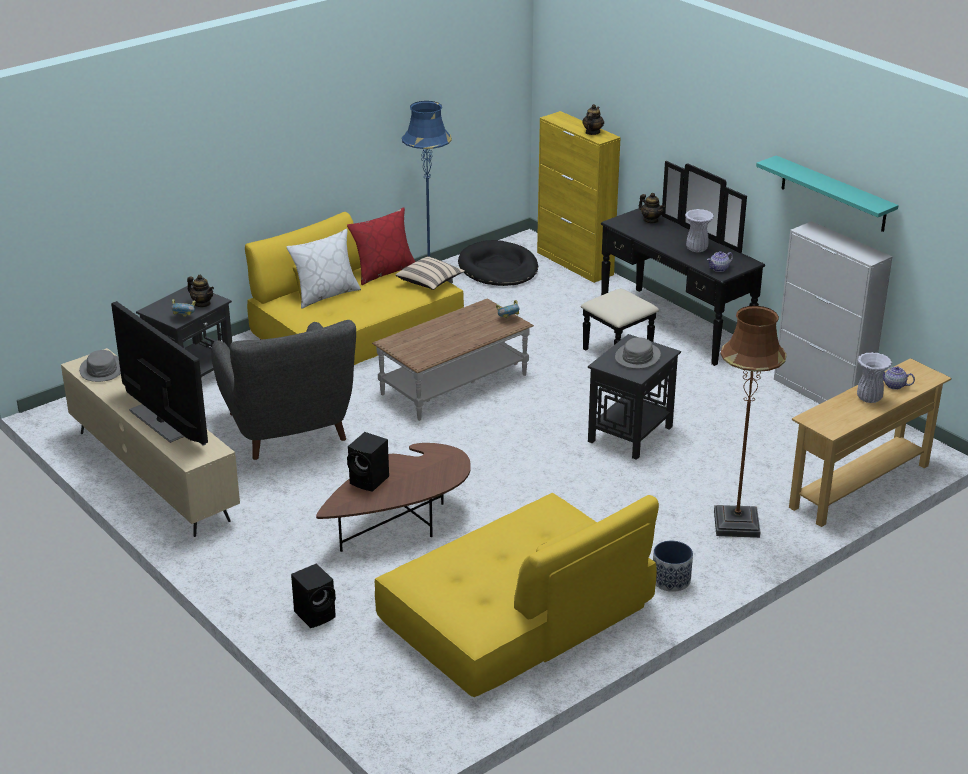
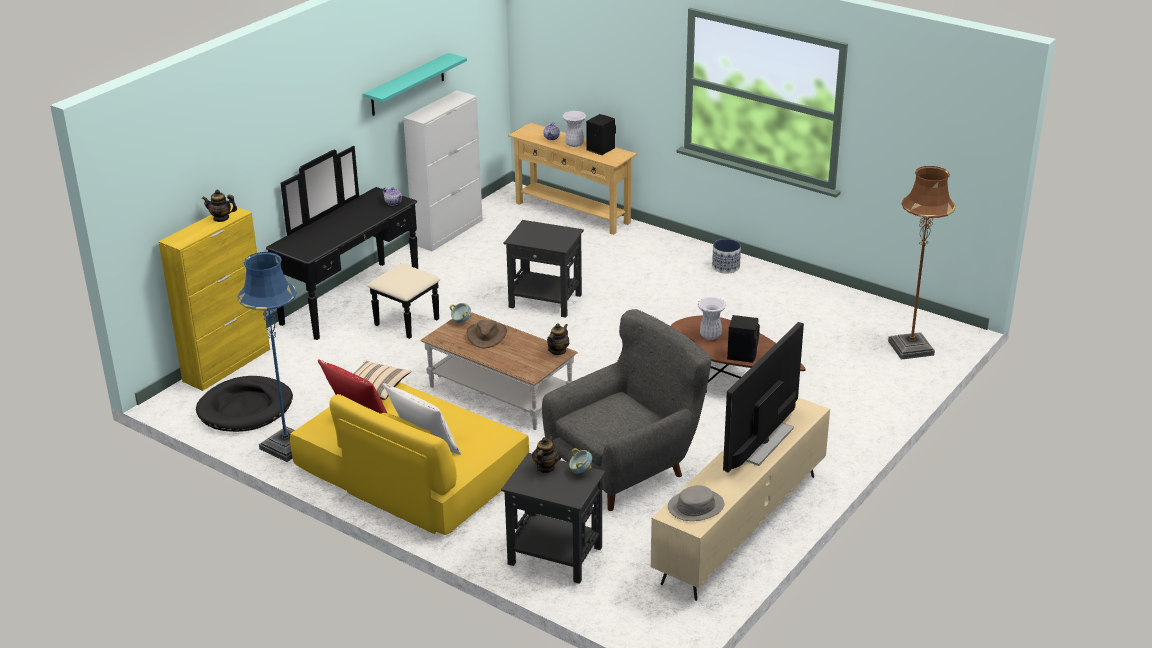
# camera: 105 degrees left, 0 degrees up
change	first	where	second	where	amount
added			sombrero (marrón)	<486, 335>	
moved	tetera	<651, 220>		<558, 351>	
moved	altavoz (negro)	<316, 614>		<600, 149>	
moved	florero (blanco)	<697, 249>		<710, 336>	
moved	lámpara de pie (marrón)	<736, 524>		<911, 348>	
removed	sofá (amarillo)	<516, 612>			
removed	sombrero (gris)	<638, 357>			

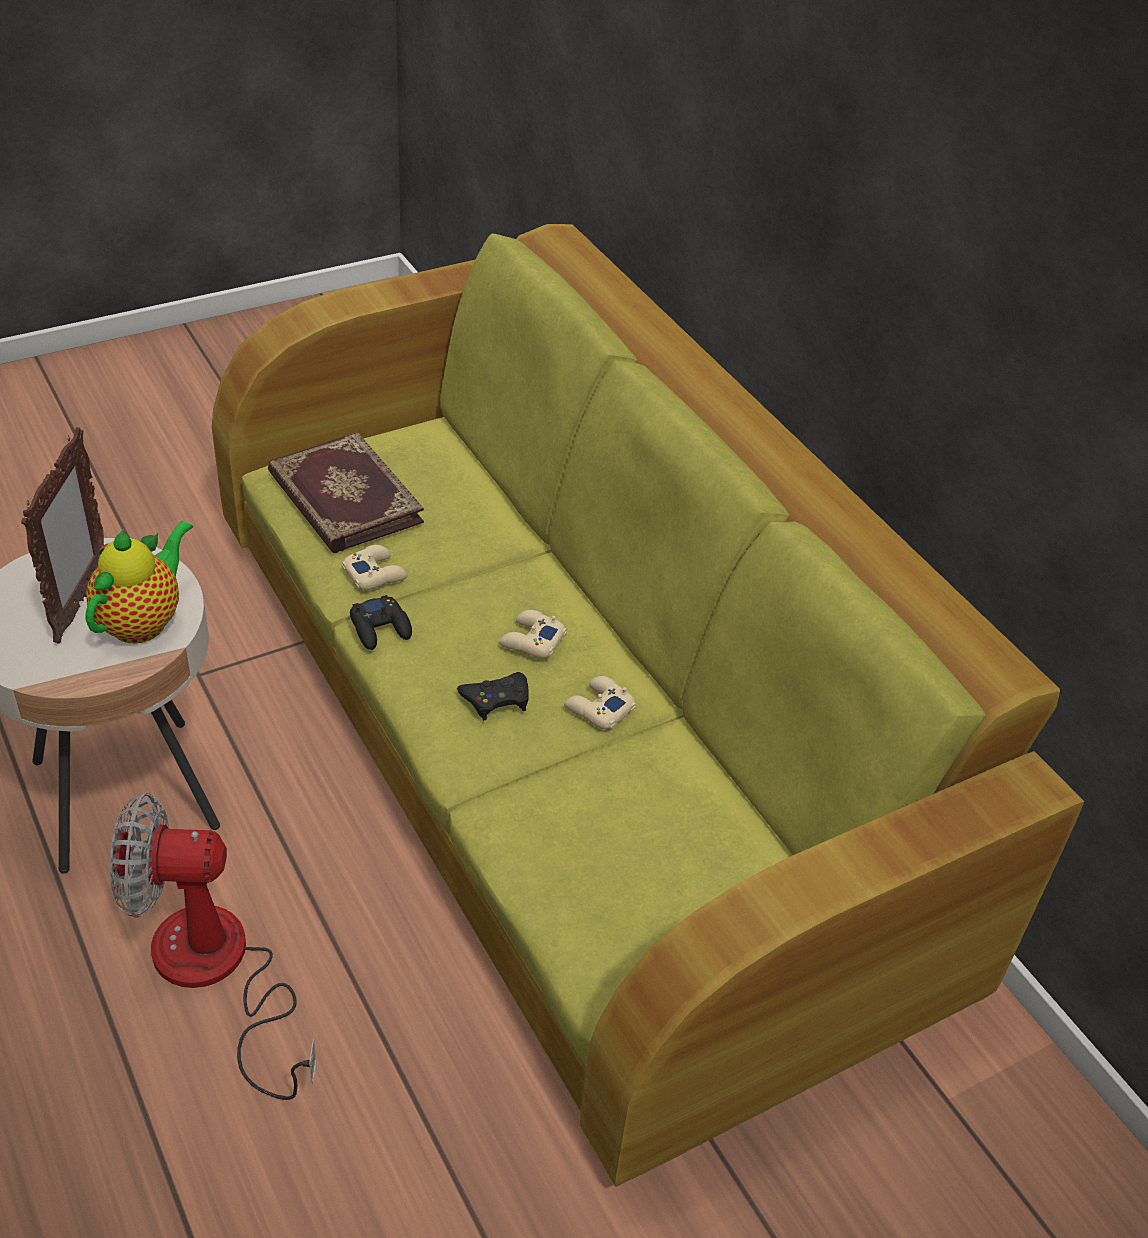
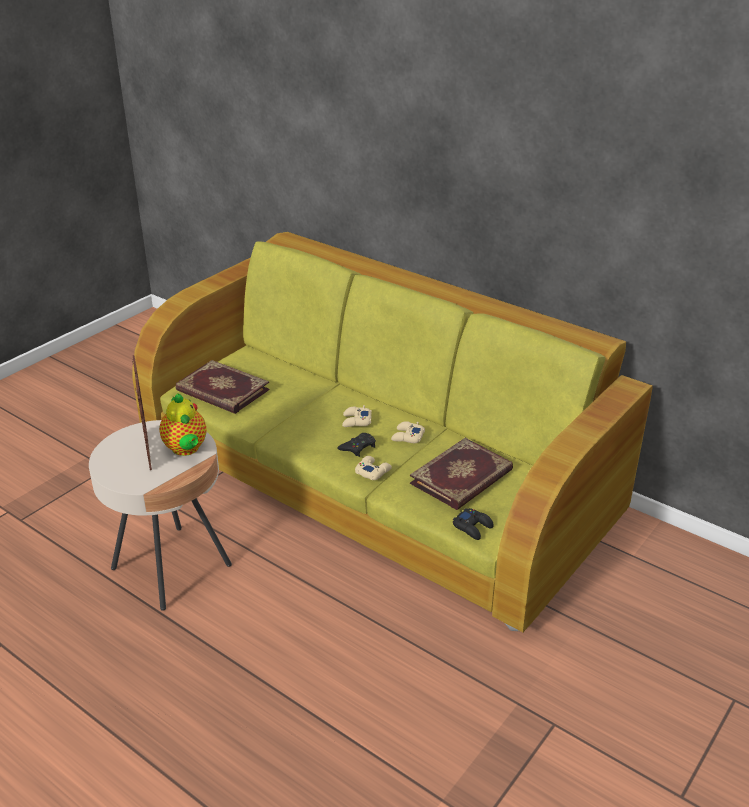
# camera: 20 degrees left, 10 degrees down
change	first	where	second	where	amount
turned	tetera	<143, 621>		<186, 449>	150 degrees clockwise
moved	mando de consola (beis)	<375, 573>		<372, 471>	
added			libro	<462, 477>	
moved	mando de consola (negro)	<381, 628>		<473, 527>	
removed	ventilador	<216, 974>			

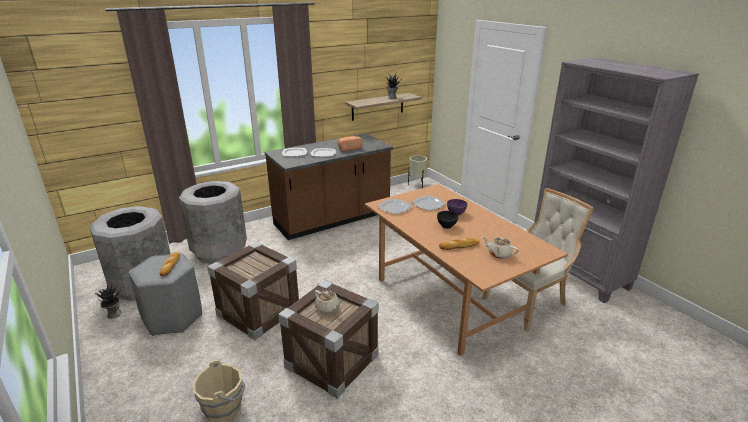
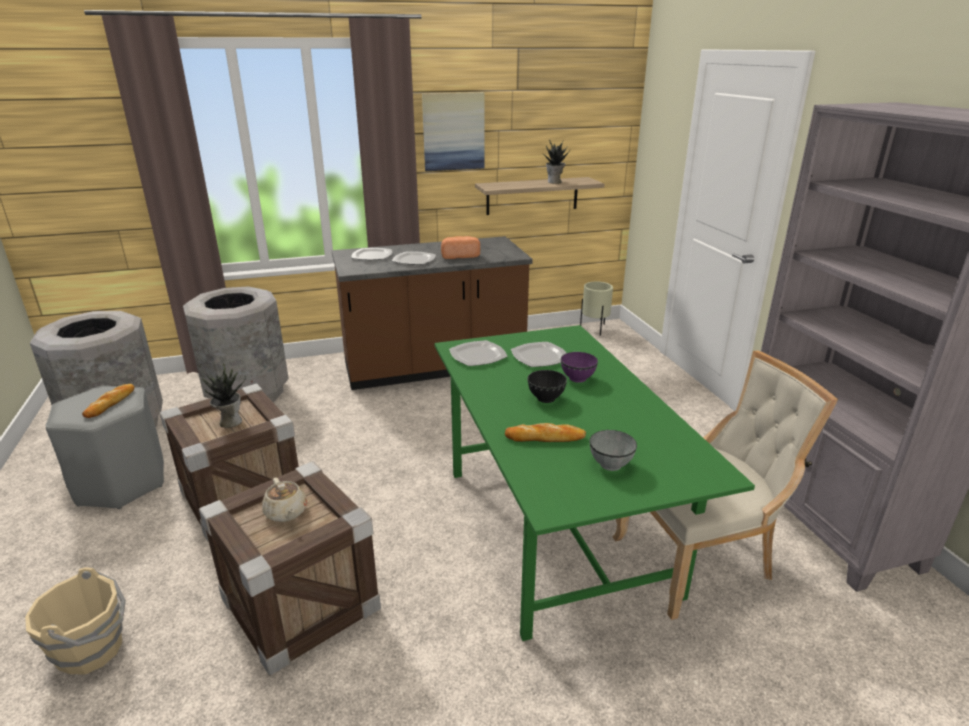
# camera: 15 degrees right, 0 degrees up
change	first	where	second	where	amount
moved	planta en maceta	<113, 314>		<229, 422>	
added			cuadro	<453, 131>	
recoloured	mesa de comedor (marrón)	<448, 299>	mesa de comedor (verde)	<553, 528>	
replaced	tetera (beis)	<499, 254>	cuenco (gris)	<611, 464>	

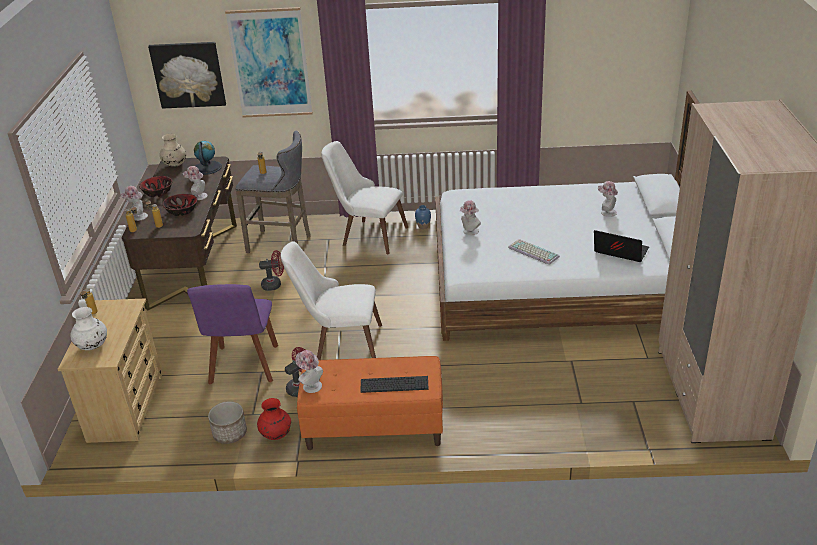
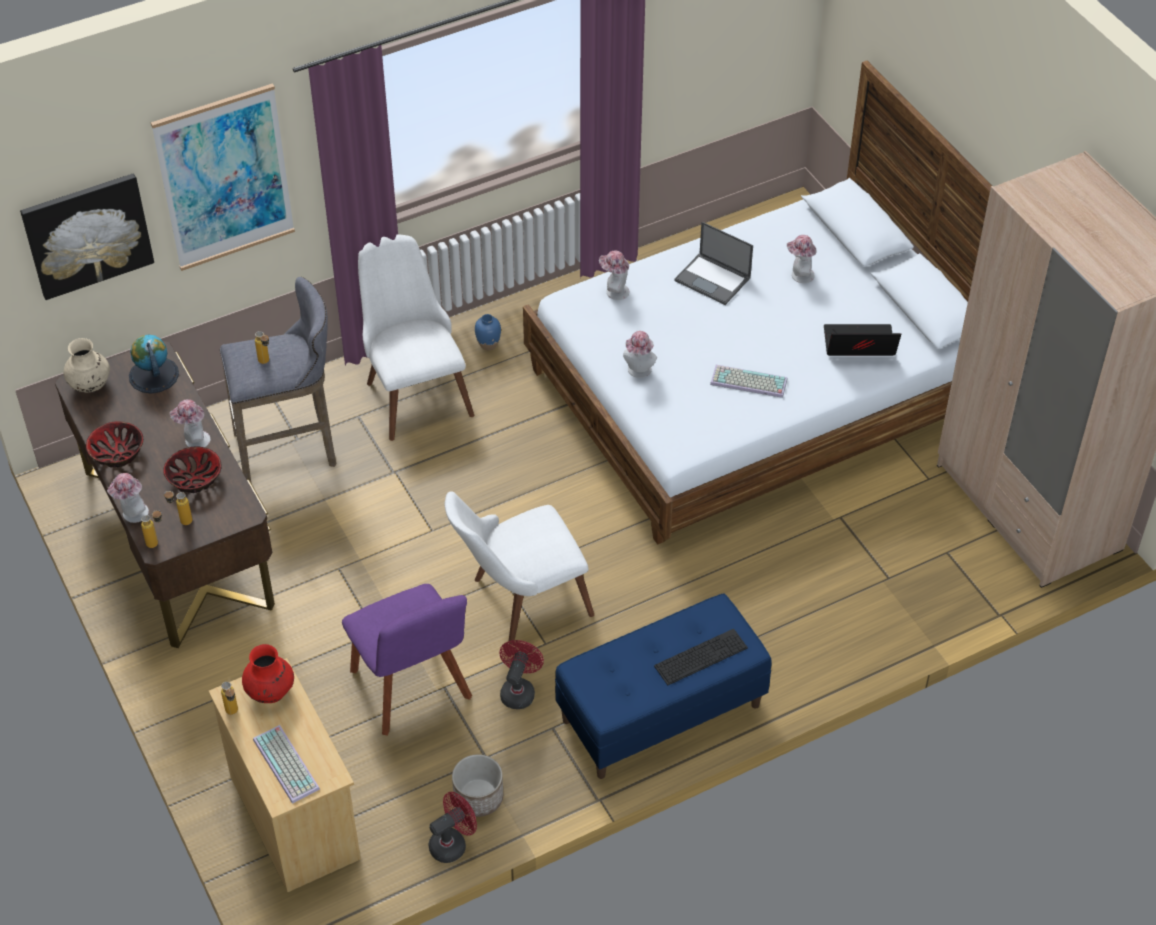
# camera: 30 degrees left, 15 degrees up
change	first	where	second	where	amount
moved	florero (rojo)	<276, 435>		<270, 692>	
replaced	florero (blanco)	<93, 346>	teclado	<288, 764>	
turned	silla (blanco)	<367, 235>		<413, 389>	75 degrees clockwise
moved	ventilador (rojo)	<275, 285>		<452, 843>	
recoloured	banco (naranja)	<373, 428>	banco (azul)	<661, 714>	
moved	sombrero	<310, 385>		<614, 291>	
added			portátil	<713, 279>	

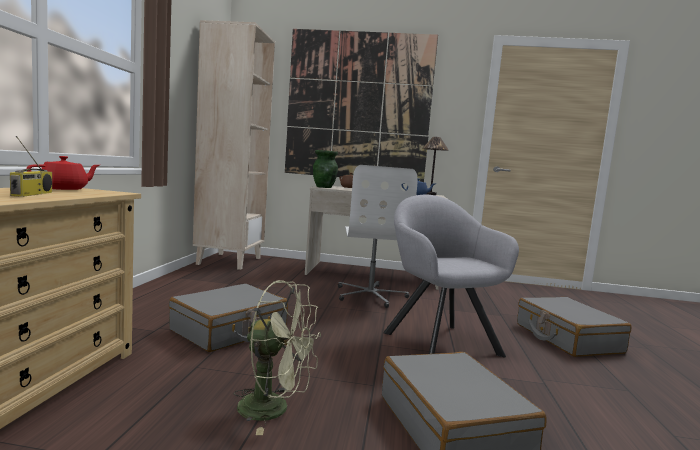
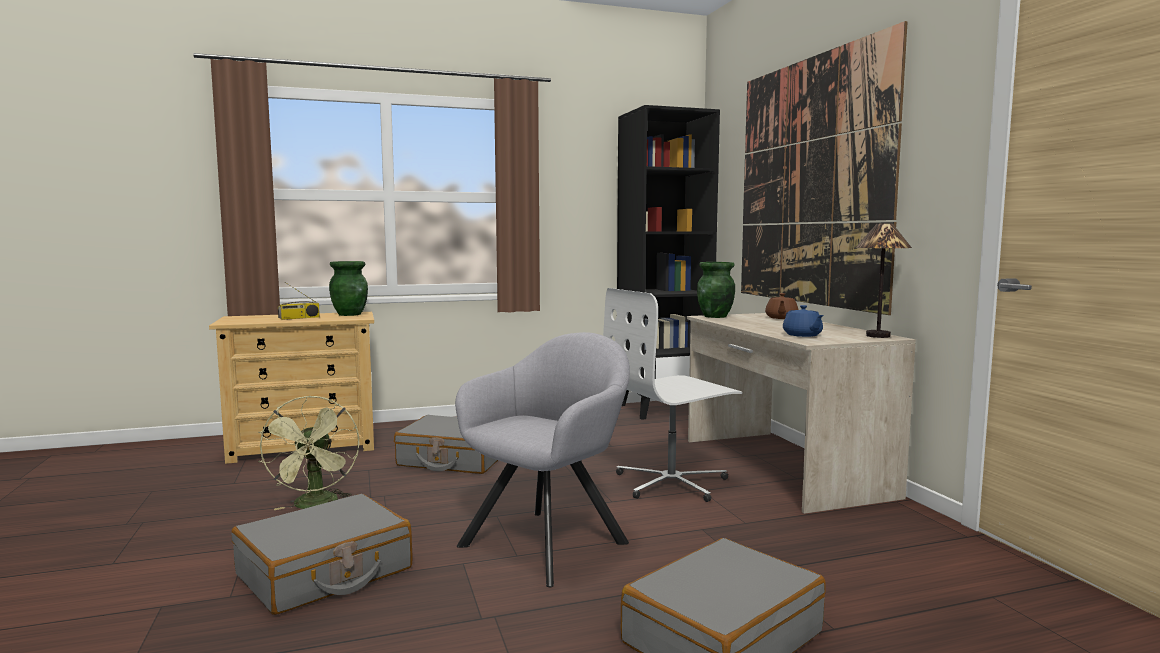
# camera: 65 degrees right, 0 degrees up
change	first	where	second	where	amount
replaced	tetera (rojo)	<65, 189>	florero (verde)	<350, 314>	
recoloured	estantería (beis)	<229, 261>	estantería (negro)	<663, 409>	

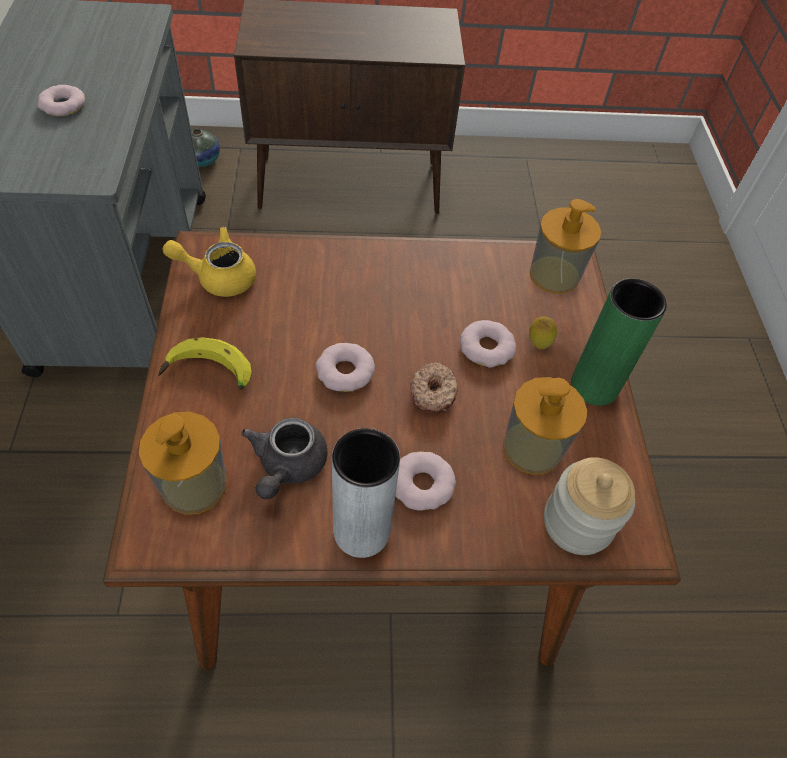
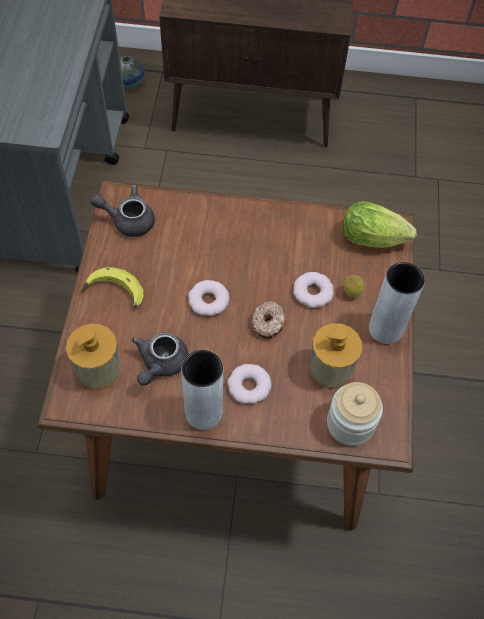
# camera: 10 degrees right, 5 degrees up
change	first	where	second	where	amount
recoloured	tetera (amarillo)	<218, 277>	tetera (gris)	<128, 220>	
replaced	dispensador de jabón	<554, 275>	lechuga	<376, 239>	
recoloured	florero (verde)	<594, 386>	florero (gris)	<385, 329>	
removed	rosquilla	<63, 105>			

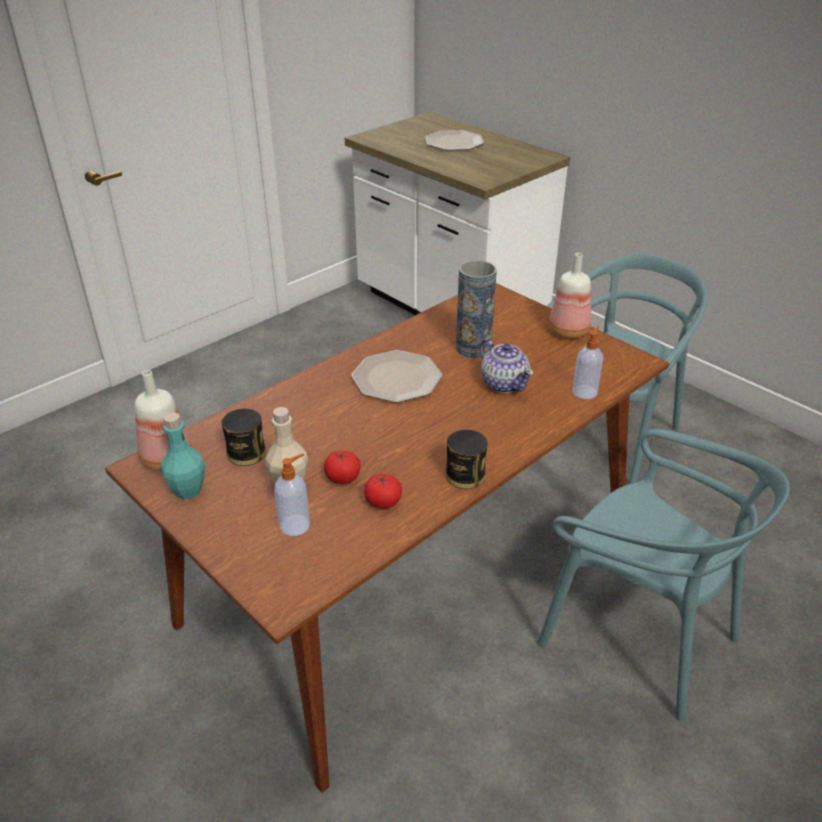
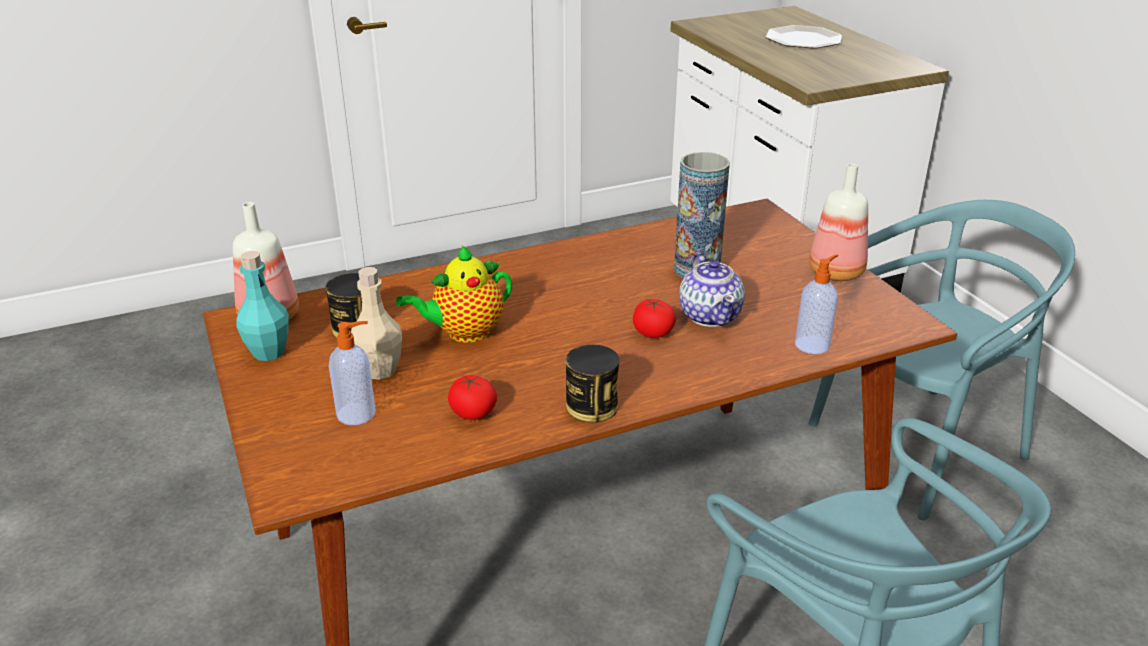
# camera: 20 degrees right, 5 degrees down
change	first	where	second	where	amount
added			tetera	<464, 333>	
moved	tomate	<342, 478>		<653, 333>	
removed	plato	<396, 378>			

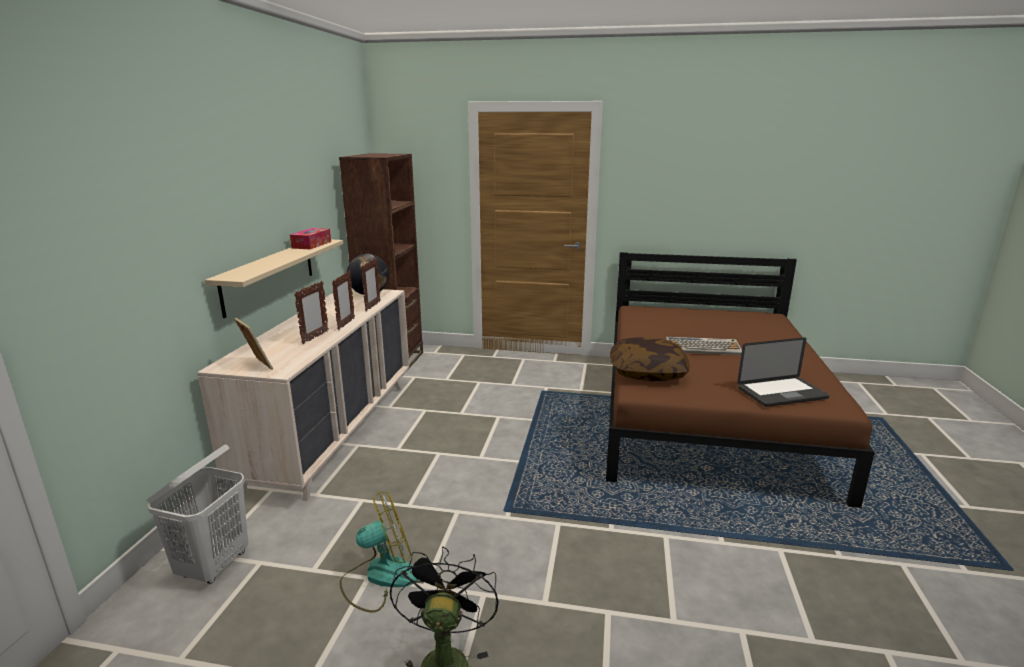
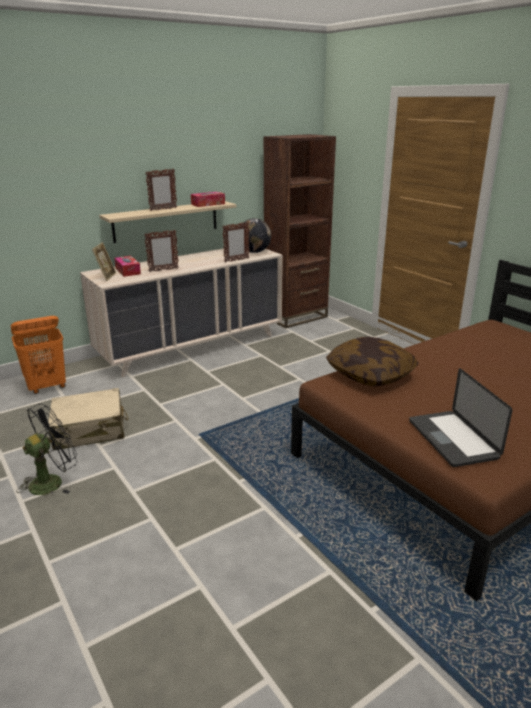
# camera: 45 degrees right, 5 degrees up
change	first	where	second	where	amount
recoloured	cesto de la ropa (blanco)	<214, 565>	cesto de la ropa (naranja)	<47, 387>	
replaced	ventilador	<379, 577>	maleta (beis)	<90, 430>	
added			caja de pañuelos	<128, 271>	
moved	portarretratos	<346, 324>		<163, 209>	
turned	portátil	<782, 393>		<452, 439>	45 degrees clockwise
removed	teclado	<703, 347>			

